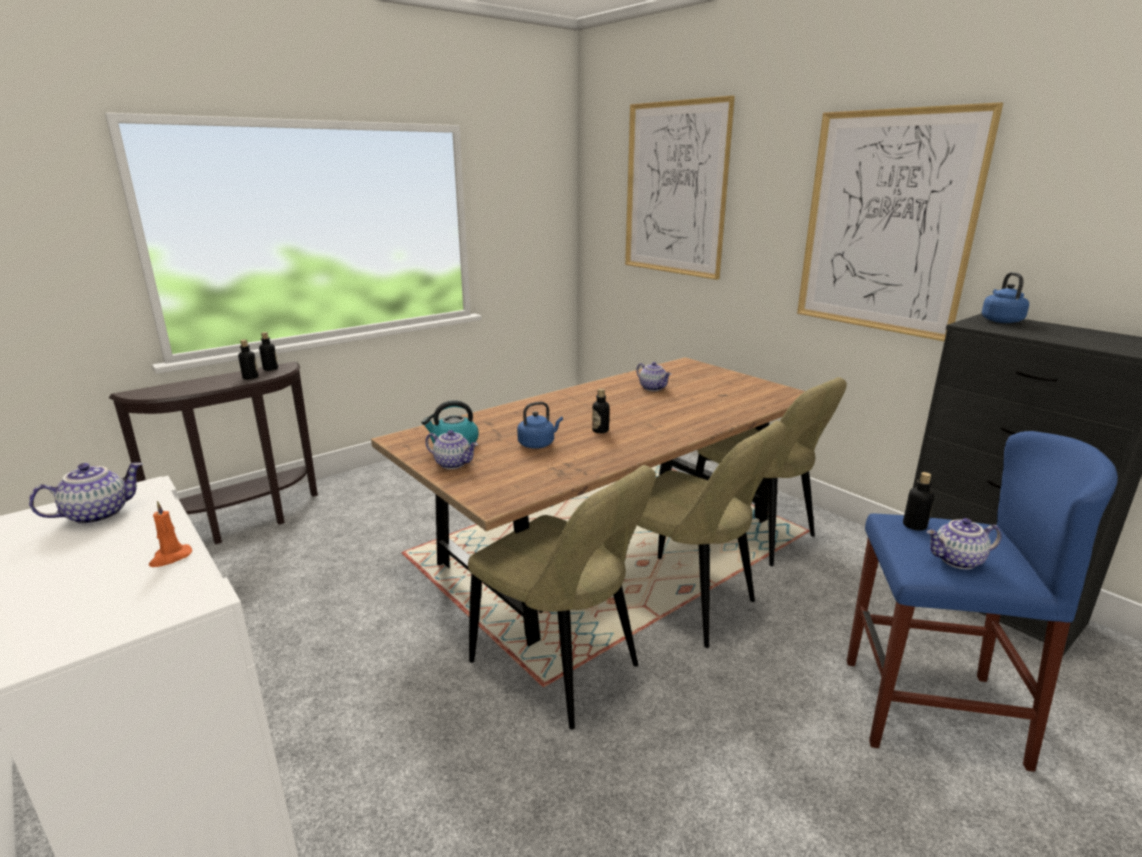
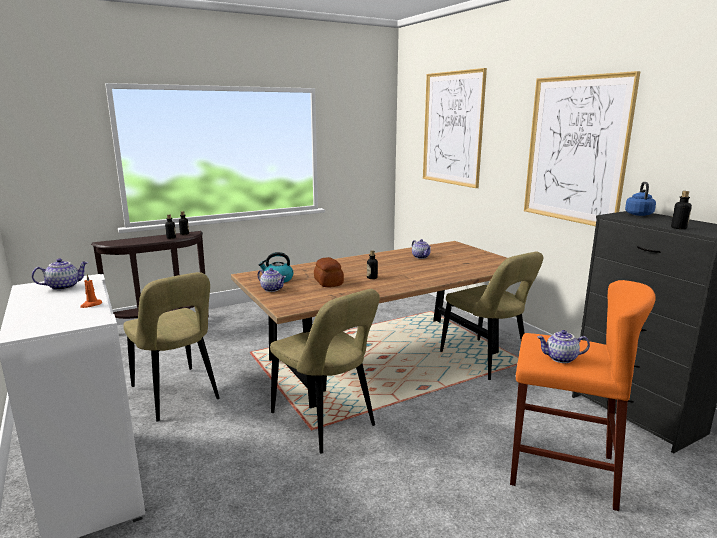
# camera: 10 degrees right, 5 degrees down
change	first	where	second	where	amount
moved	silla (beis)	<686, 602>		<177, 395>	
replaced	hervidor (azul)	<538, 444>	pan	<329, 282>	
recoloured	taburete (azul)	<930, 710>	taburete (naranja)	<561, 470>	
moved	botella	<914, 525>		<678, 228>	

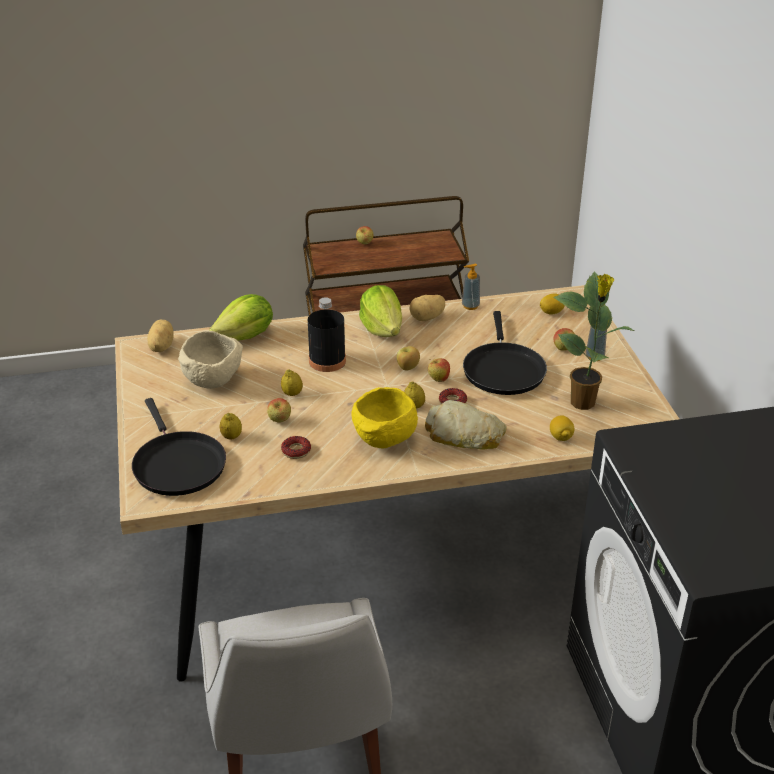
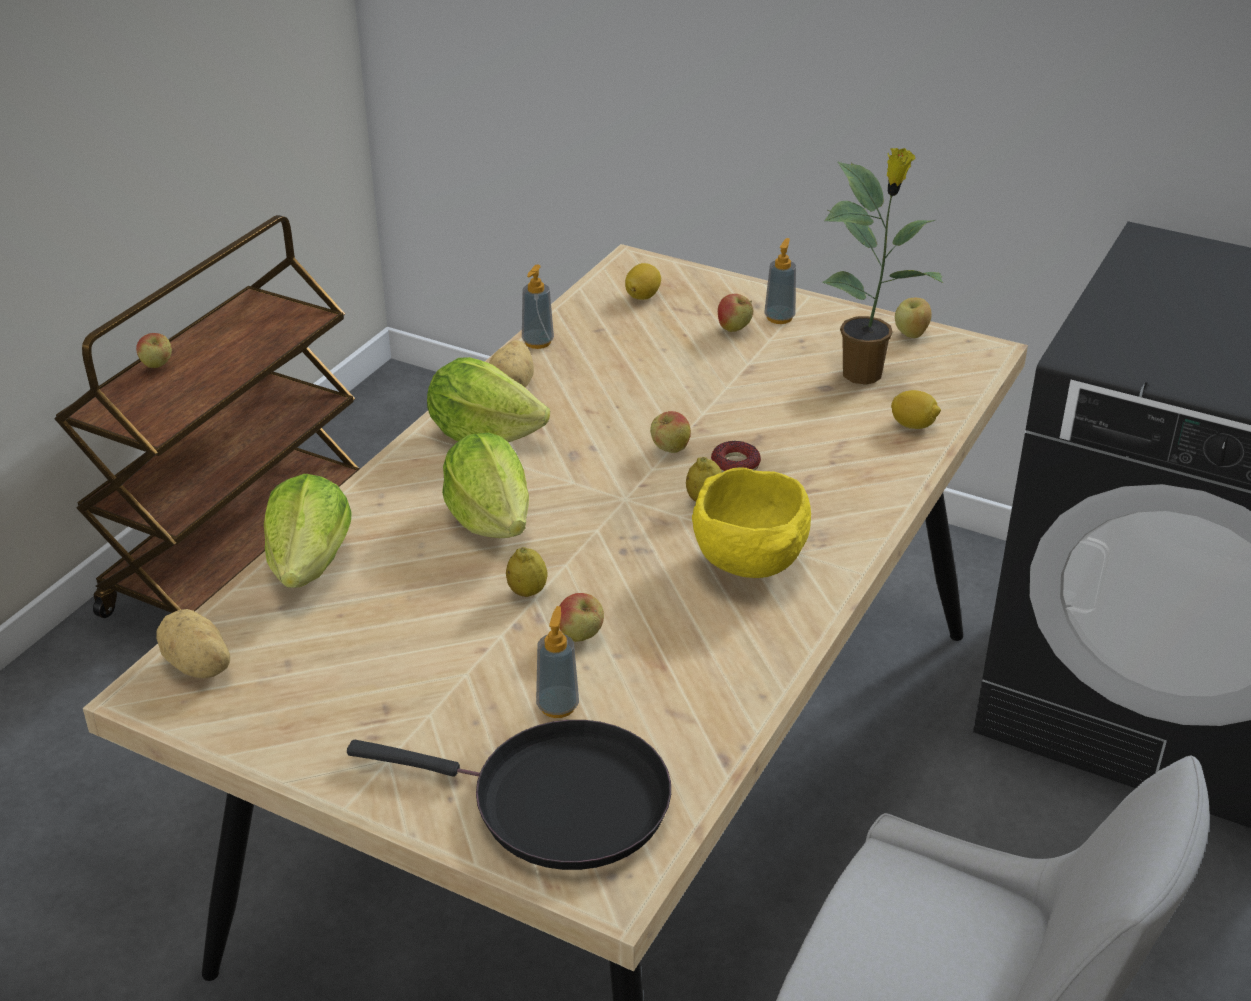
# camera: 50 degrees left, 0 degrees up
change	first	where	second	where	amount
replaced	botella (negro)	<327, 361>	lechuga	<491, 519>	
replaced	limón	<231, 436>	dispensador de jabón	<557, 706>	
moved	manzana	<407, 368>		<911, 334>	
removed	cuenco (beis)	<213, 380>			
removed	rosquilla	<296, 451>			
removed	pan	<464, 435>			
removed	sartén (negro)	<503, 369>			

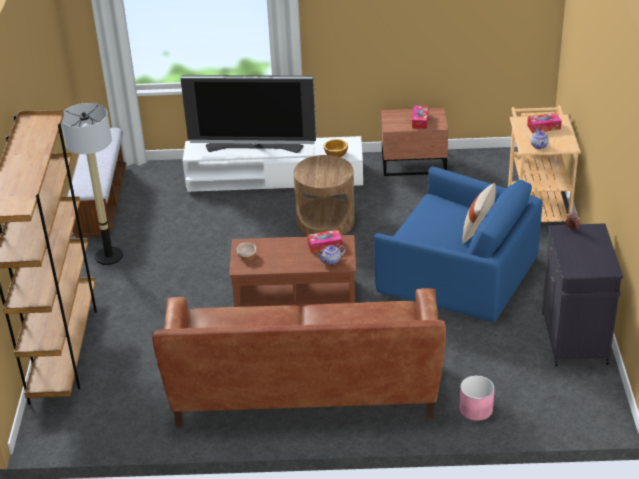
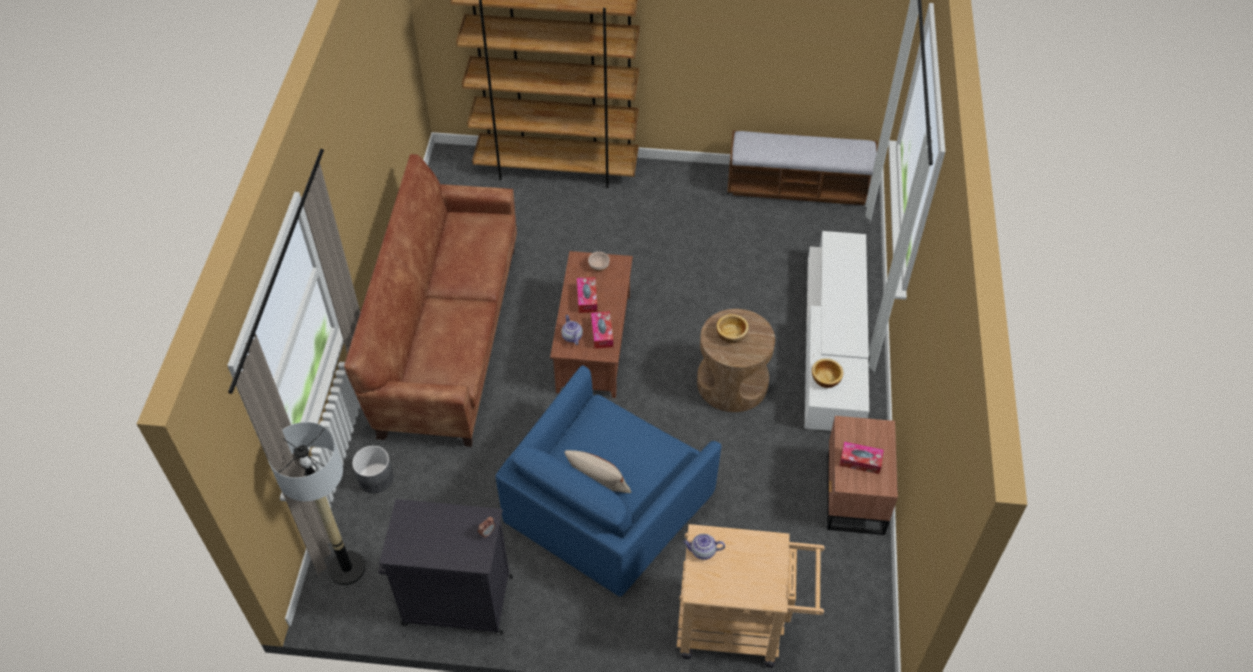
# camera: 95 degrees right, 15 degrees up
change	first	where	second	where	amount
moved	lámpara de pie	<109, 256>		<346, 568>	
recoloured	maceta (rosa)	<475, 409>	maceta (gris)	<375, 477>	
moved	caja de pañuelos	<543, 127>		<587, 298>	
added			cuenco	<732, 334>	
removed	televisor	<254, 147>			

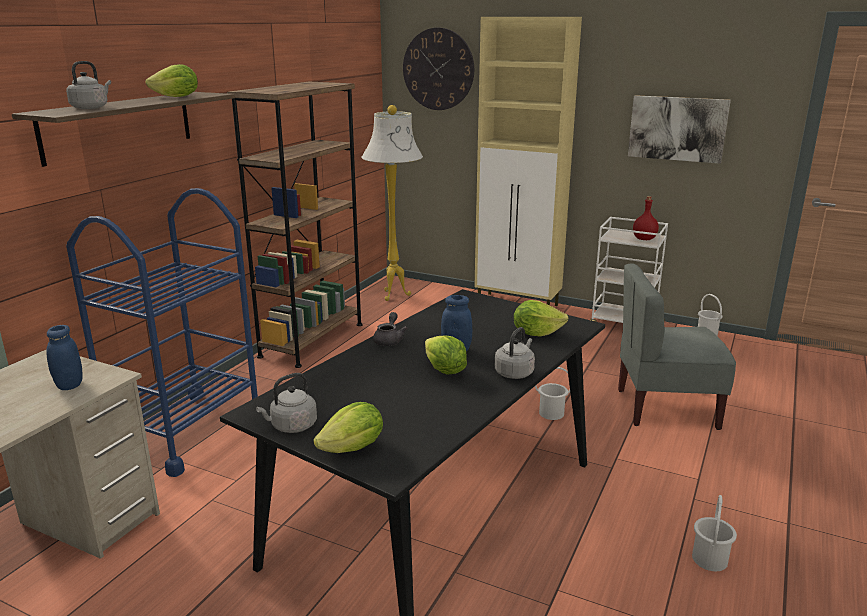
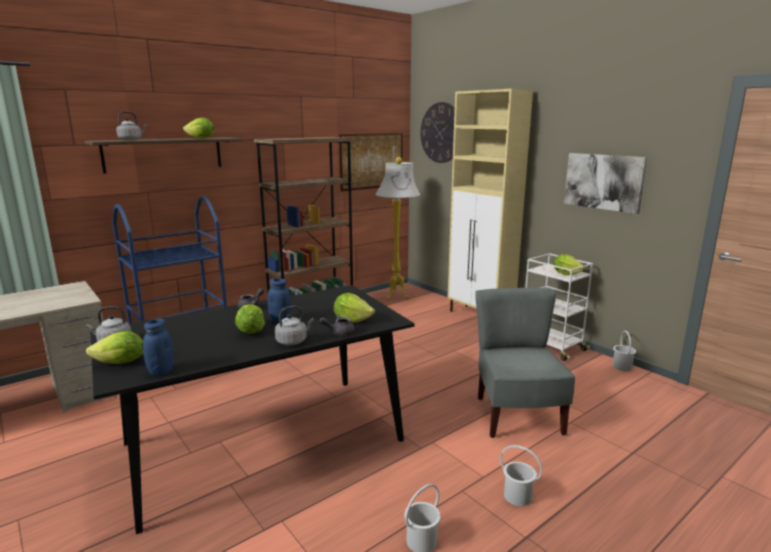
# camera: 25 degrees right, 5 degrees down
change	first	where	second	where	amount
moved	tarro (azul)	<69, 385>		<161, 371>	
added			tetera (gris)	<339, 332>	
added			cuadro	<372, 161>	
turned	silla (gris)	<665, 408>		<516, 415>	60 degrees clockwise
moved	cubo (blanco)	<551, 413>		<517, 496>	
replaced	botella (rojo)	<643, 239>	lechuga	<566, 273>	

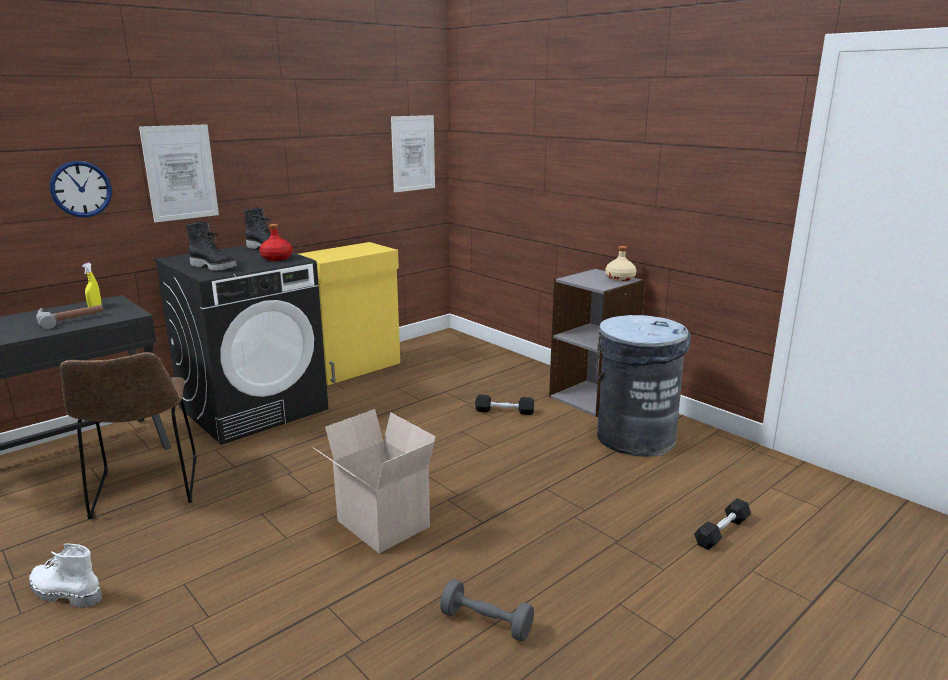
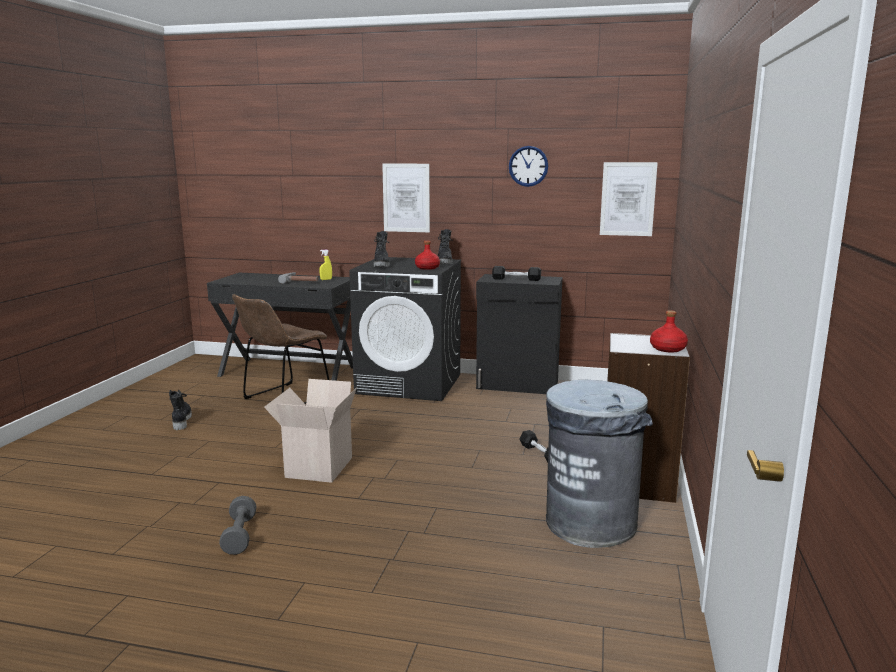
# camera: 55 degrees right, 5 degrees down
change	first	where	second	where	amount
recoloured	bota (blanco)	<65, 594>	bota (negro)	<181, 421>	
recoloured	armario (amarillo)	<354, 367>	armario (negro)	<517, 385>	
moved	mancuerna (negro)	<722, 532>		<516, 279>	
moved	reloj de pared	<81, 189>		<528, 166>	
recoloured	botella (beis)	<619, 278>	botella (rojo)	<667, 349>	

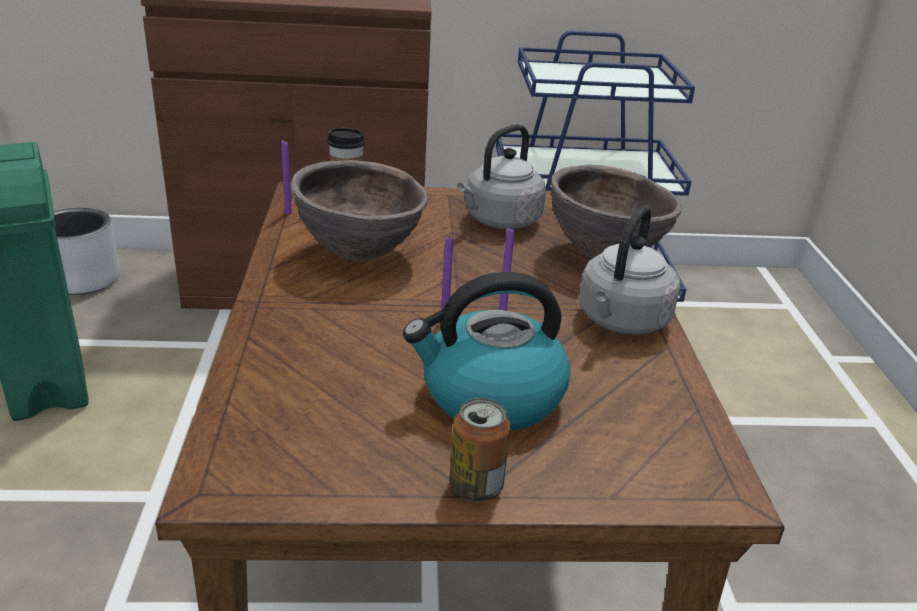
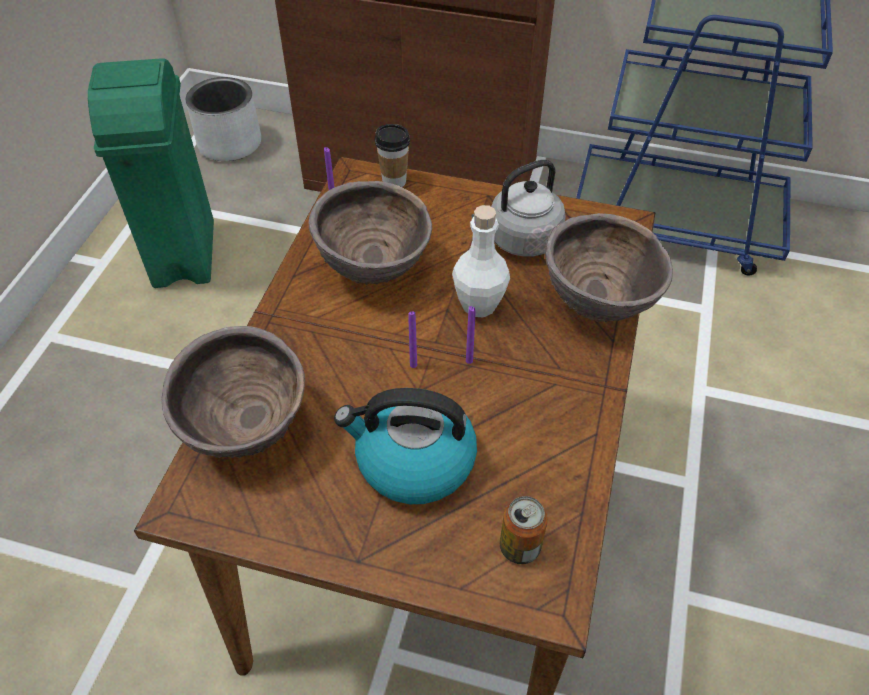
# camera: 20 degrees right, 20 degrees up
change	first	where	second	where	amount
added			cuenco (marrón)	<246, 430>	
added			botella (blanco)	<479, 305>	
moved	lata	<476, 487>		<520, 547>	
removed	hervidor (gris)	<621, 322>			

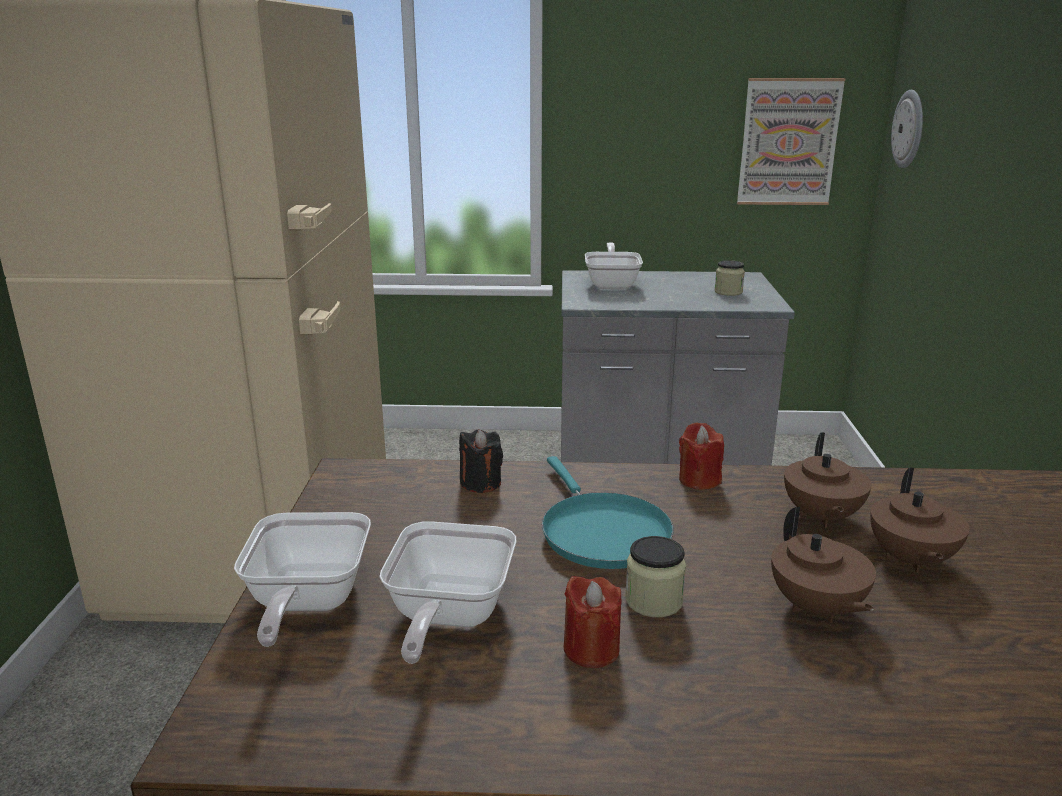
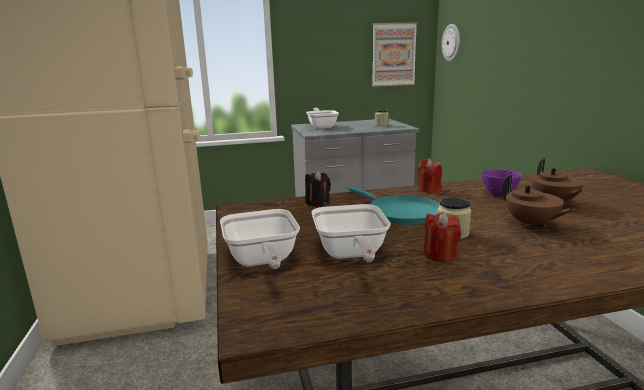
# camera: 15 degrees left, 5 degrees down
change	first	where	second	where	amount
replaced	tetera (marrón)	<820, 517>	cuenco (morado)	<498, 194>	

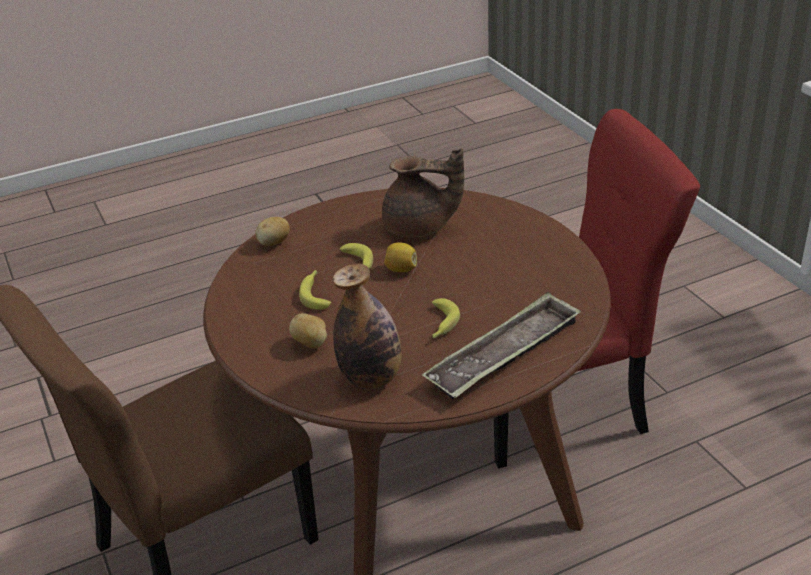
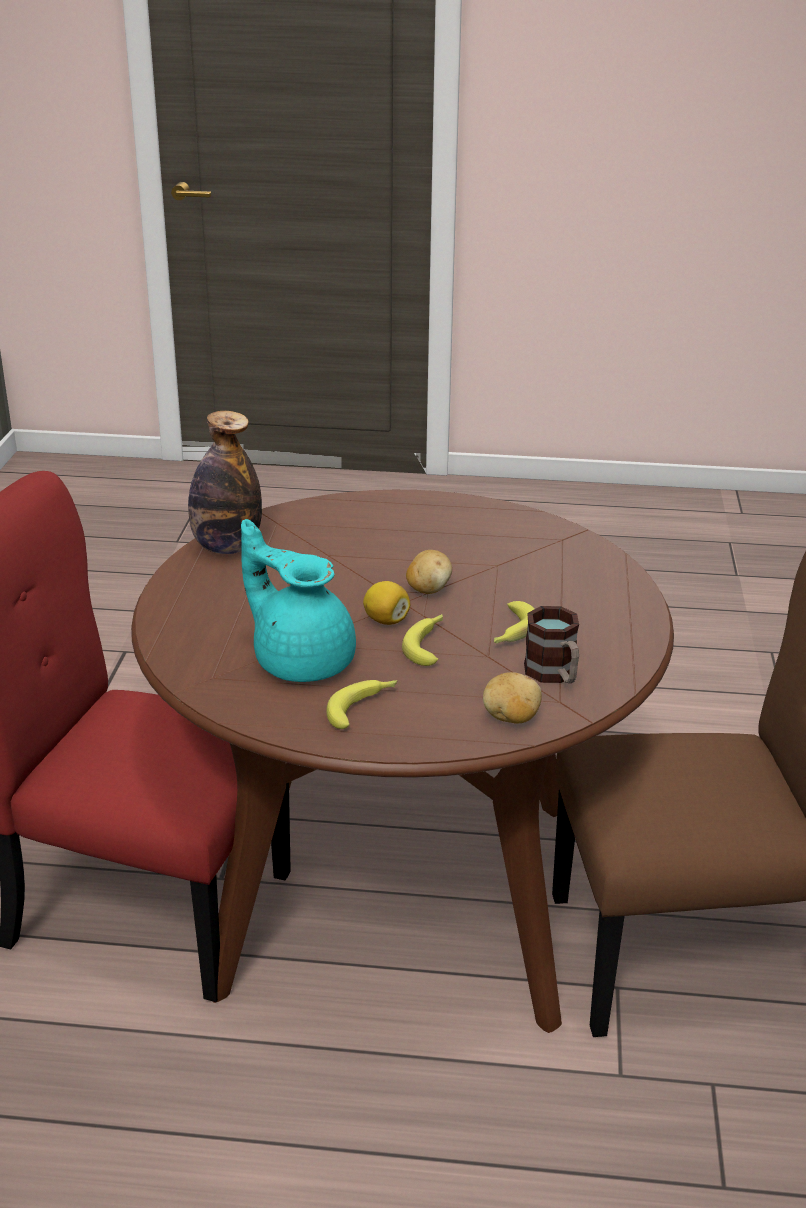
# camera: 150 degrees left, 5 degrees down
change	first	where	second	where	amount
moved	botella	<371, 378>		<226, 547>	
recoloured	tetera (marrón)	<419, 228>	tetera (turquesa)	<301, 660>	
moved	plátano	<440, 325>		<363, 708>	
moved	patata	<311, 344>		<428, 589>	
added			taza grande	<554, 675>	
removed	bandeja	<504, 354>			

